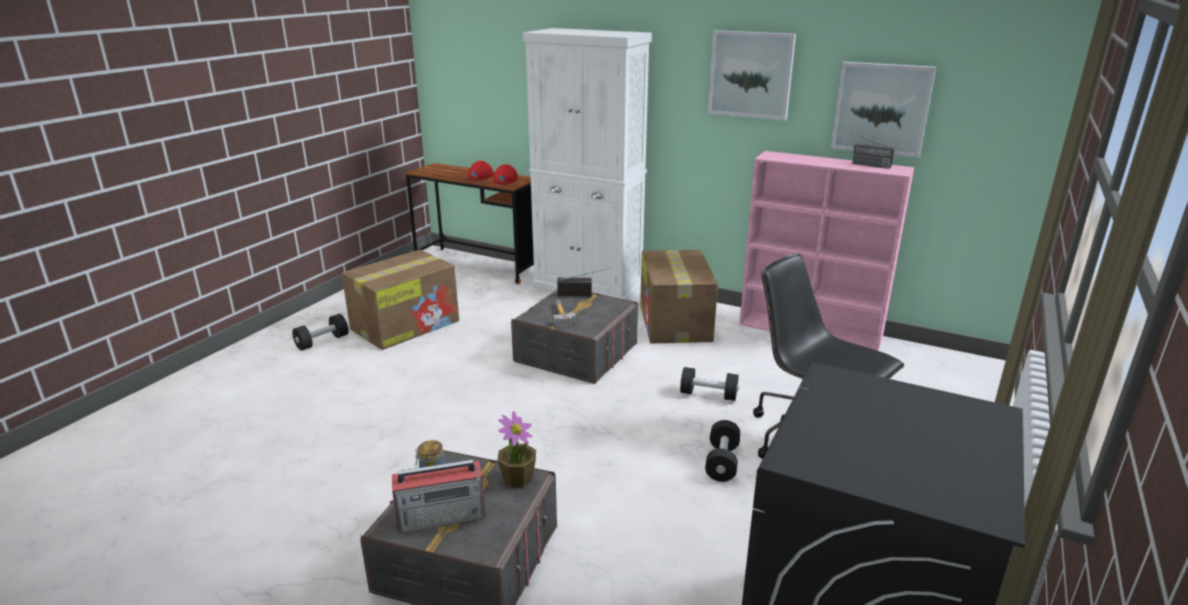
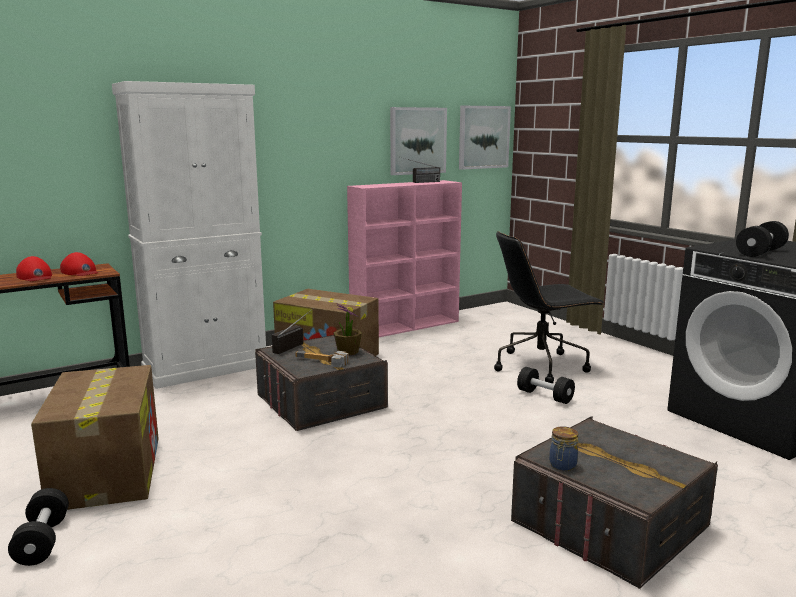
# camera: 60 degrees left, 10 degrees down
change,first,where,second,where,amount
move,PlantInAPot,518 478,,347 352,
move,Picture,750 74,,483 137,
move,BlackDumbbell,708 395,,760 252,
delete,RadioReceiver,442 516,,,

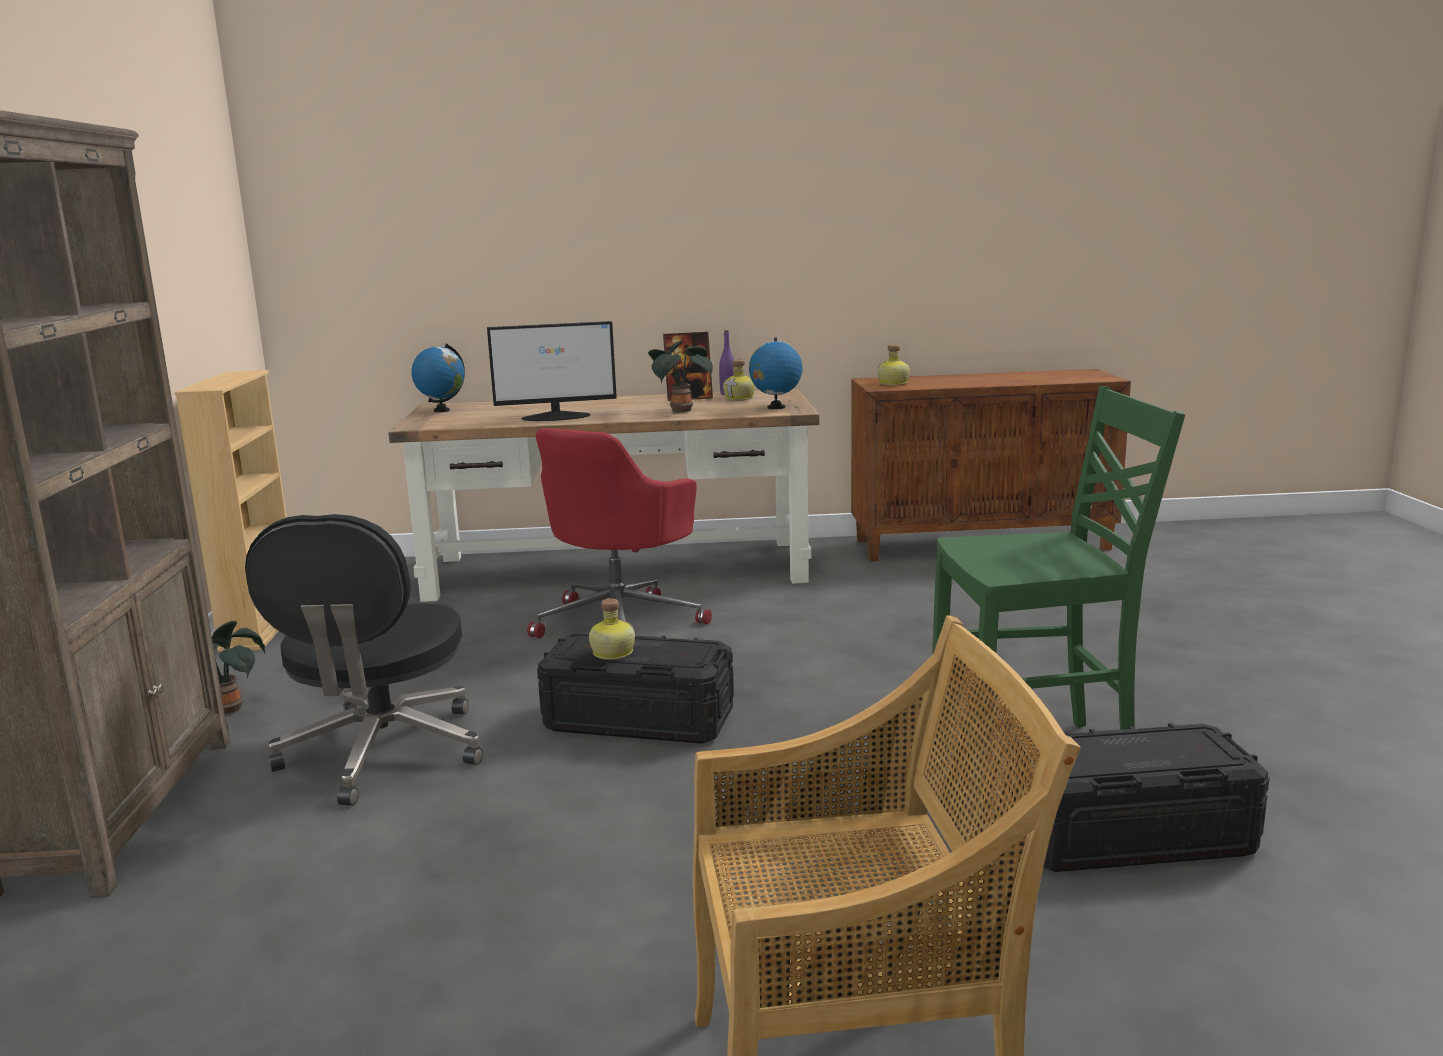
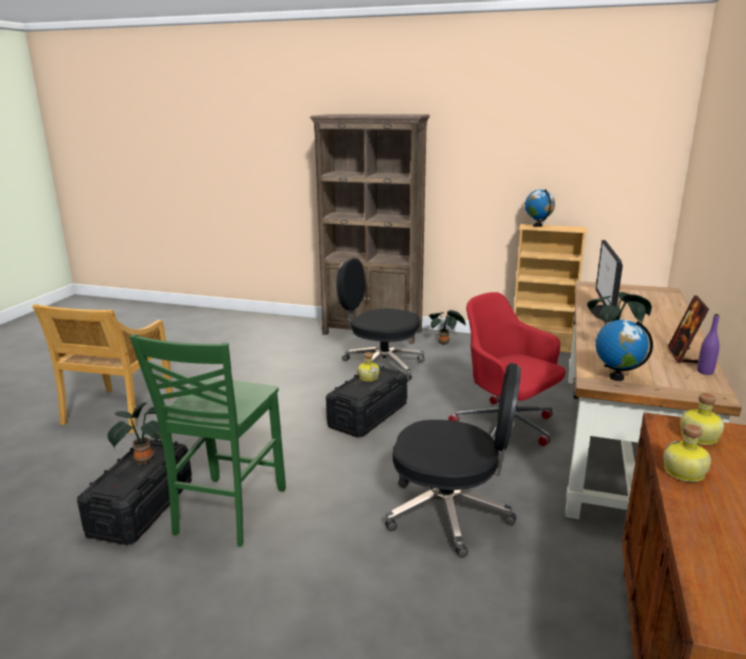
# camera: 110 degrees right, 5 degrees up
change,first,where,second,where,amount
insert,,,PlantInAPot,143 459,
insert,,,BlackOfficeChair,450 513,
move,Globe,441 410,,538 225,
move,BeverageBottle,740 398,,684 473,

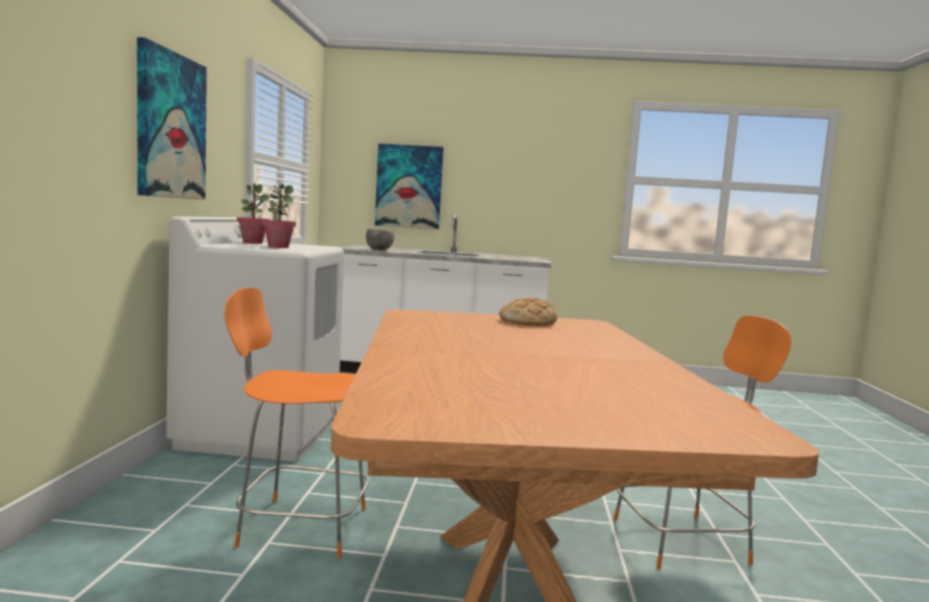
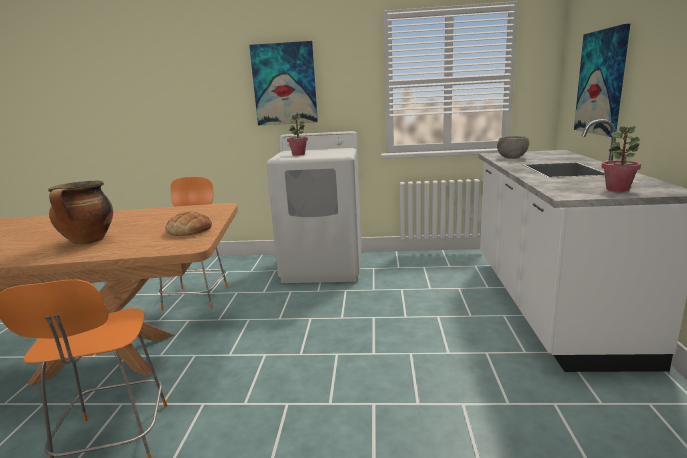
# camera: 90 degrees right, 10 degrees up
change,first,where,second,where,amount
insert,,,Saucepot,88 241,
move,PlantInAPot,252 243,,617 189,

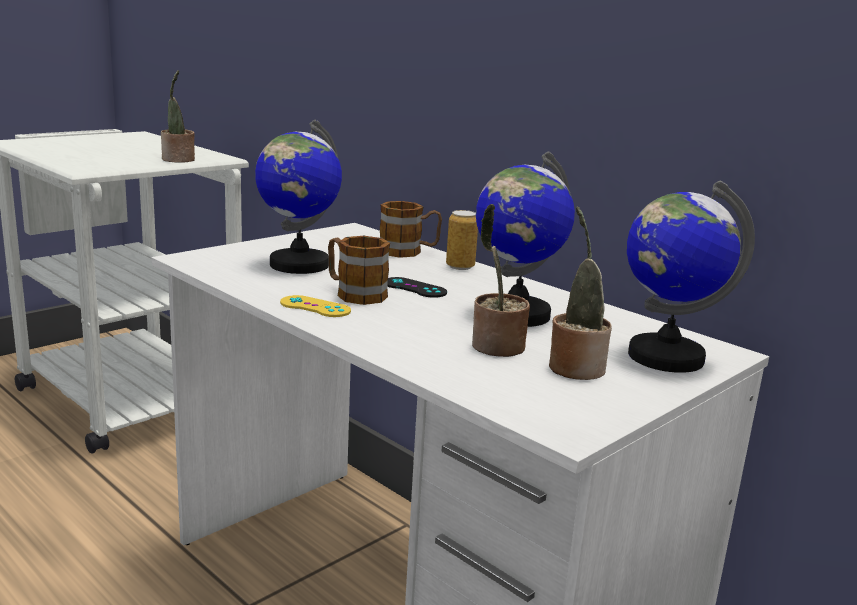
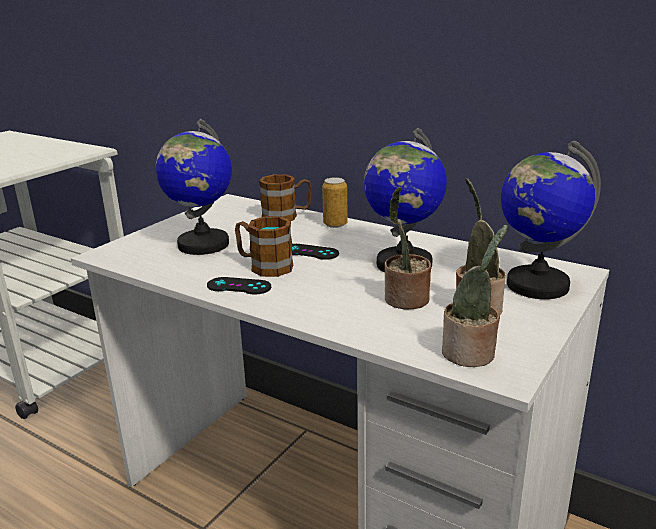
# camera: 10 degrees left, 5 degrees up
change,first,where,second,where,amount
recolor,YellowishGameController,315 307,BlackGameController,239 286,
move,PlantInAPot,178 160,,471 355,

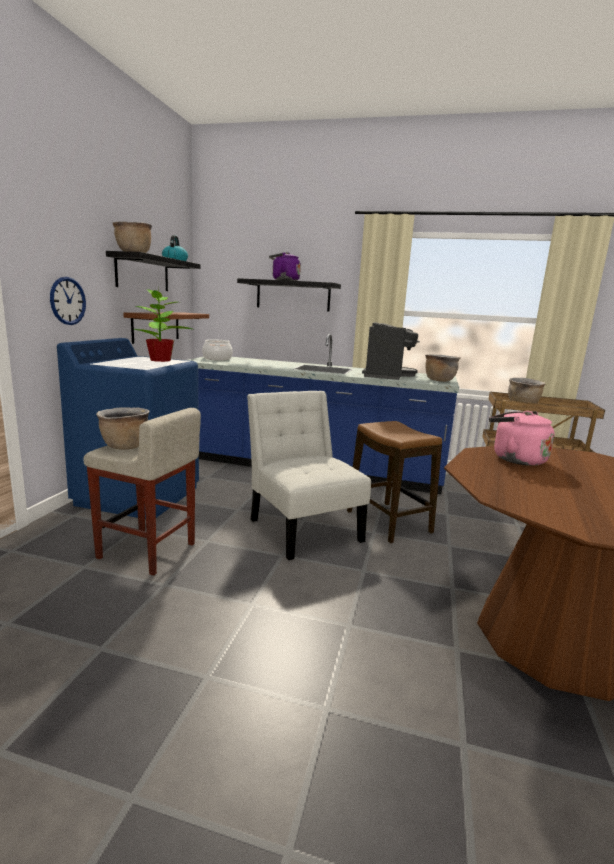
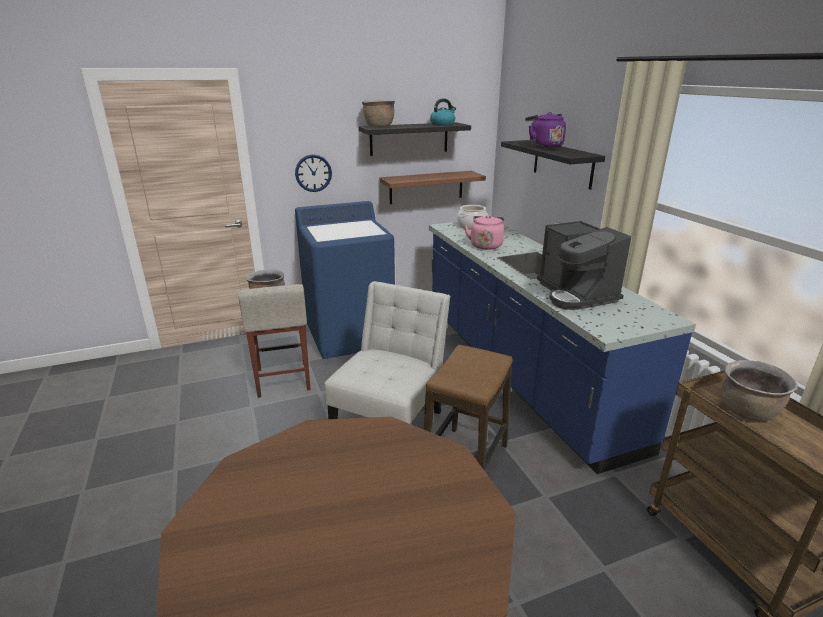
# camera: 55 degrees right, 10 degrees up
change,first,where,second,where,amount
move,PinkTeaKettle,515 459,,486 245,
rotate,CoffeeMaker,386 375,,576 294,90 degrees clockwise
delete,PlantInAPot,161 360,,,
delete,BrownSaucepot,439 380,,,

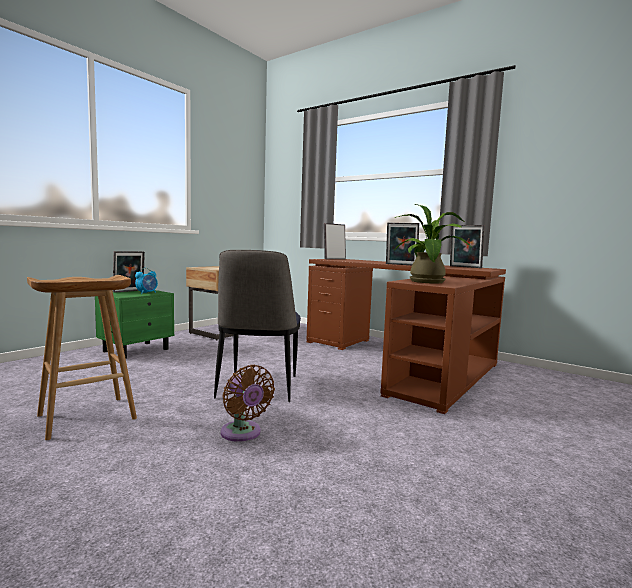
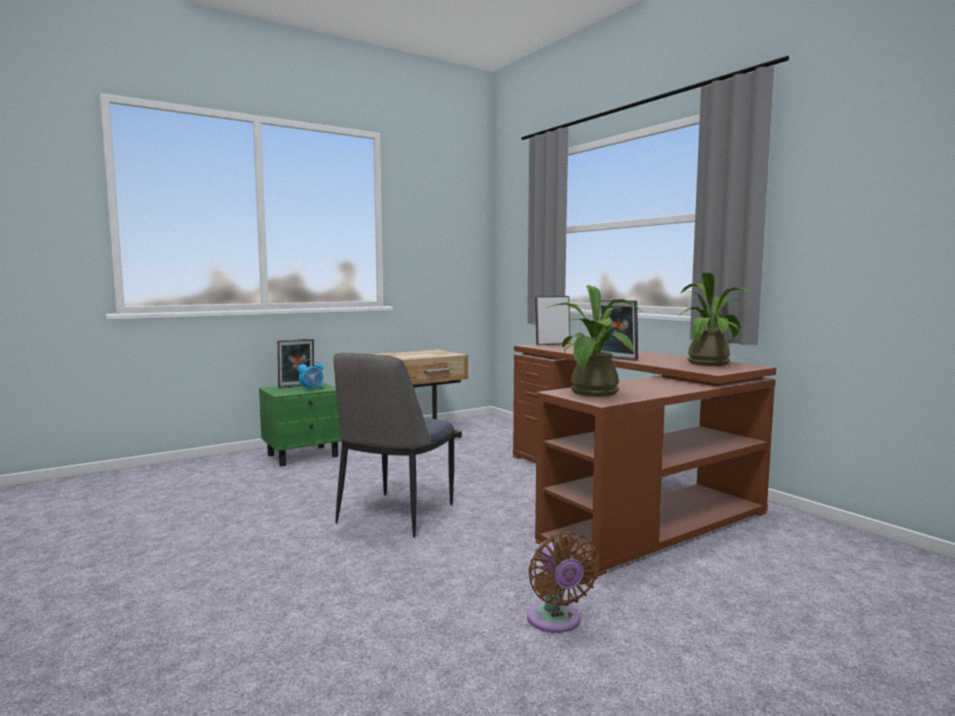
# camera: 20 degrees right, 0 degrees up
change,first,where,second,where,amount
move,BrownFan,242 434,,556 621,
replace,PictureFrame,464 267,PlantInAPot,711 363,
delete,BrownSittingStool,86 418,,,

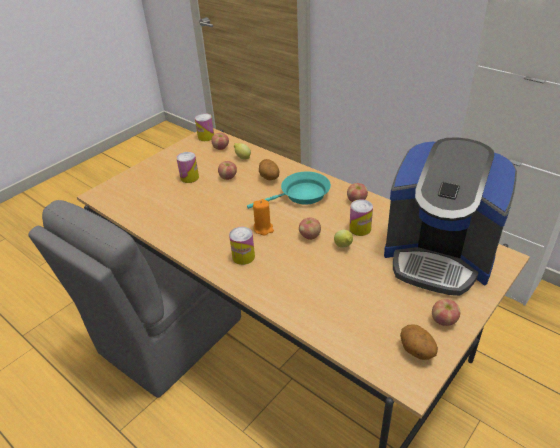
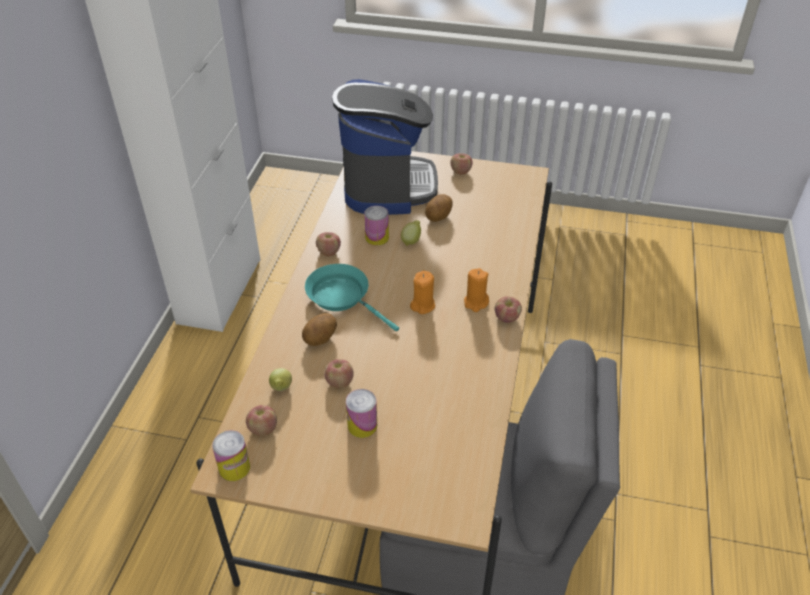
# camera: 120 degrees left, 5 degrees up
change,first,where,second,where,amount
move,Spud,416 351,,439 217,
replace,Can,243 257,OrangeWaxLight,476 302,
move,AppleFruit,310 236,,507 318,

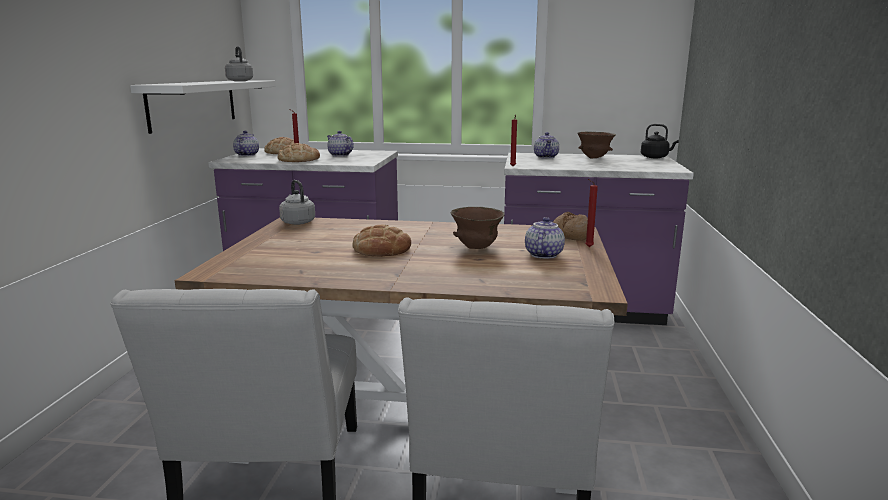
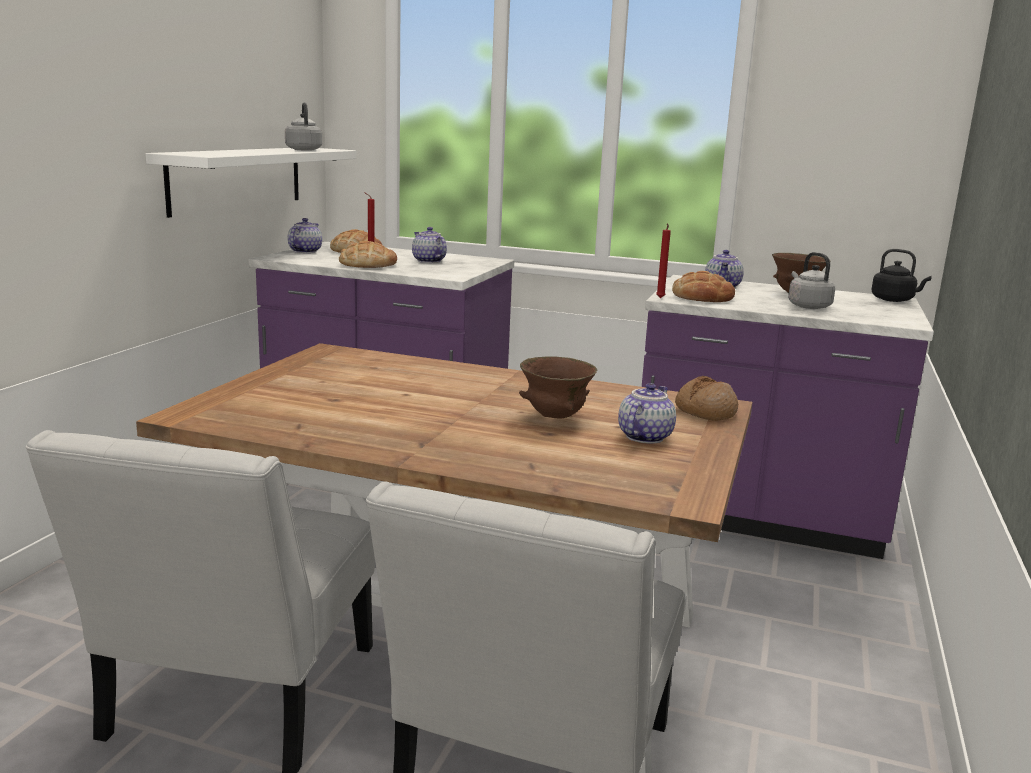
# camera: 10 degrees right, 0 degrees up
change,first,where,second,where,amount
move,BakedBread,381 249,,702 297,
move,GreyishTeaKettle,297 222,,807 306,
delete,RedWaxLight,587 247,,,

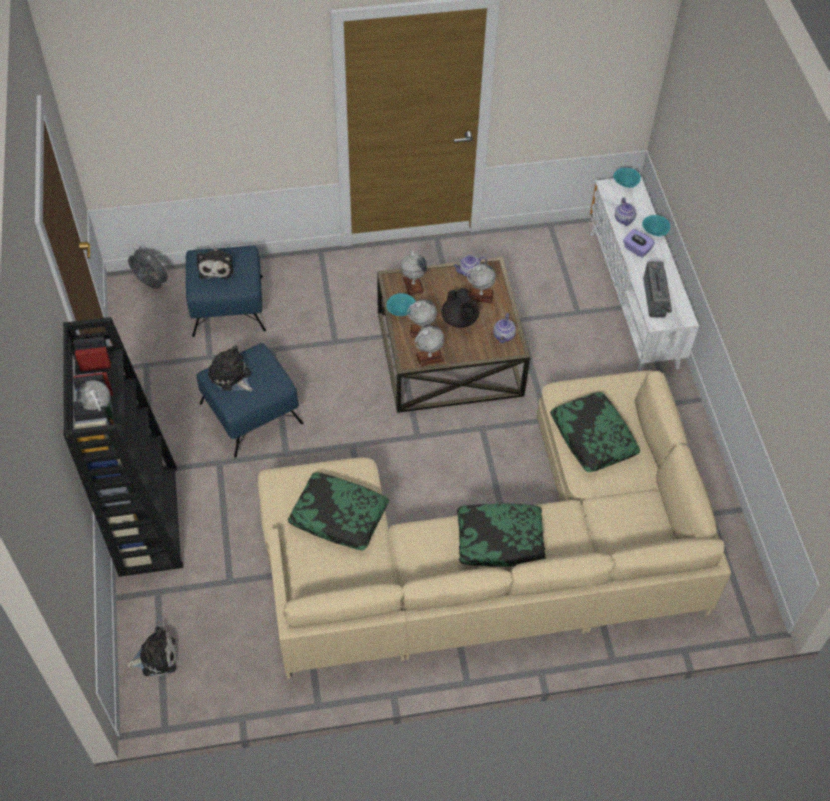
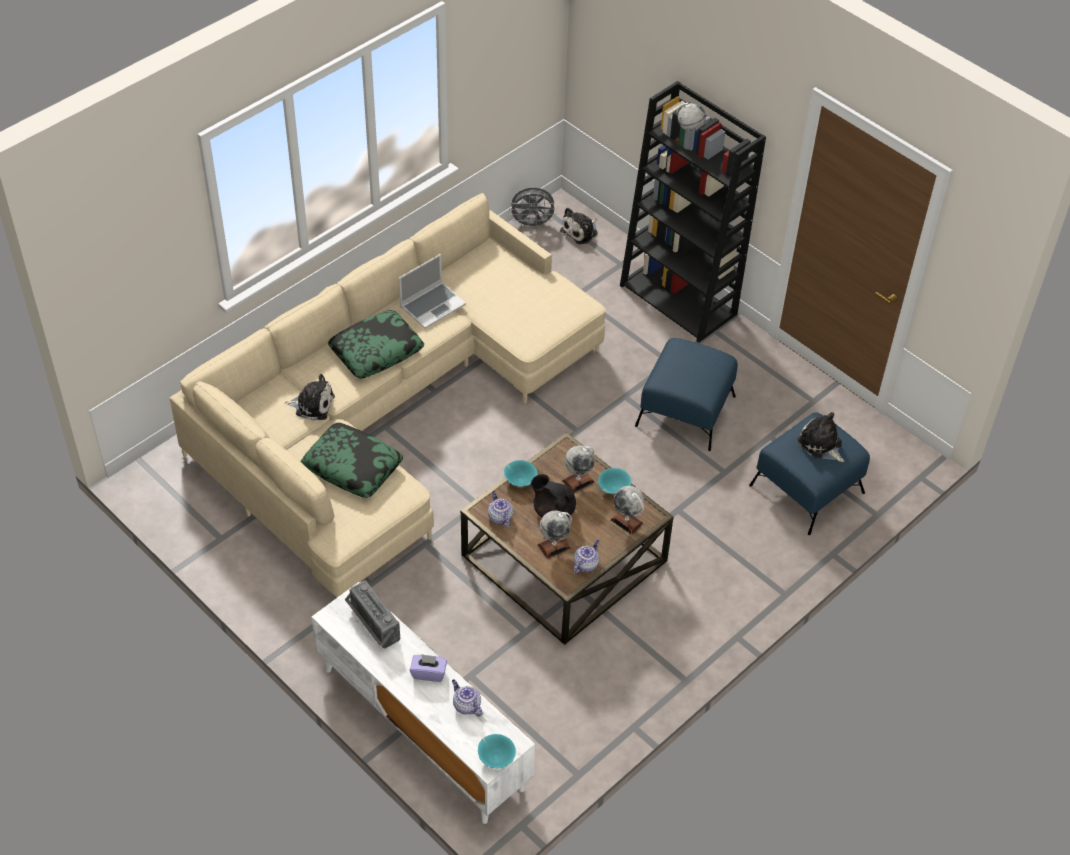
# camera: 145 degrees right, 5 degrees down
change,first,where,second,where,amount
move,CuddlyToy,231 377,,312 404,
insert,,,PortableComputer,432 305,
move,TurquoiseColouredDeepDish,654 233,,519 480,
move,GreyishFan,151 285,,532 224,
delete,ThrowPillow,338 516,,,
delete,Globe,429 357,,,

